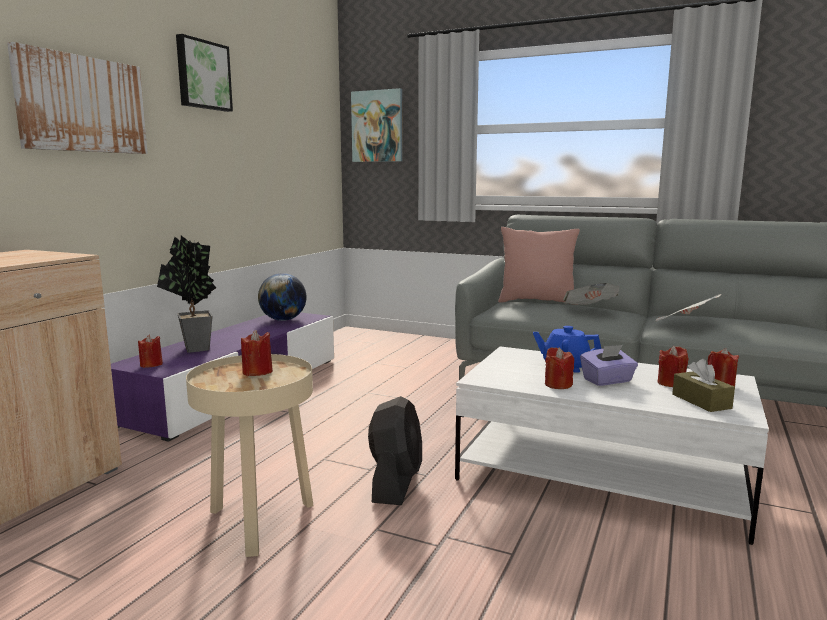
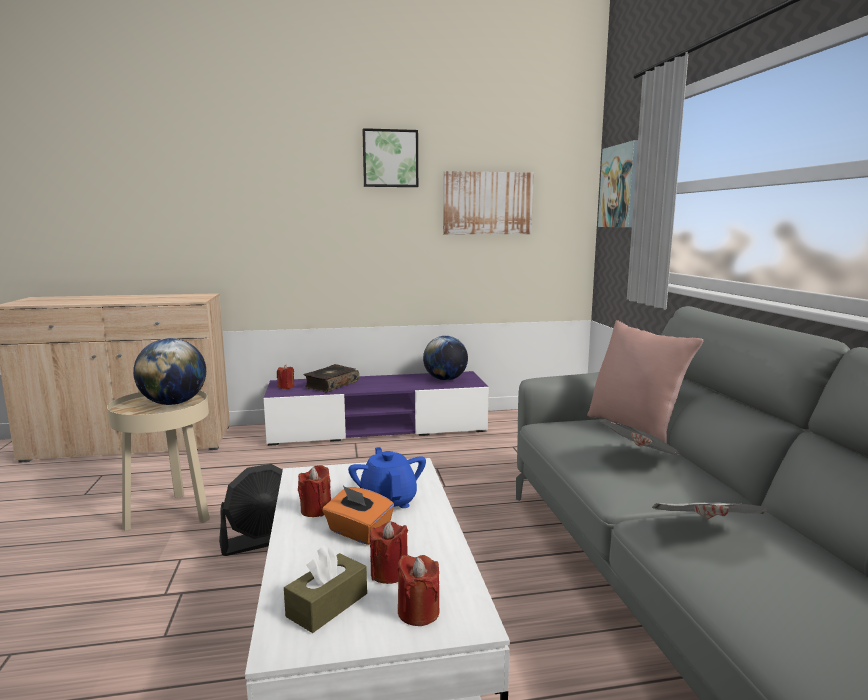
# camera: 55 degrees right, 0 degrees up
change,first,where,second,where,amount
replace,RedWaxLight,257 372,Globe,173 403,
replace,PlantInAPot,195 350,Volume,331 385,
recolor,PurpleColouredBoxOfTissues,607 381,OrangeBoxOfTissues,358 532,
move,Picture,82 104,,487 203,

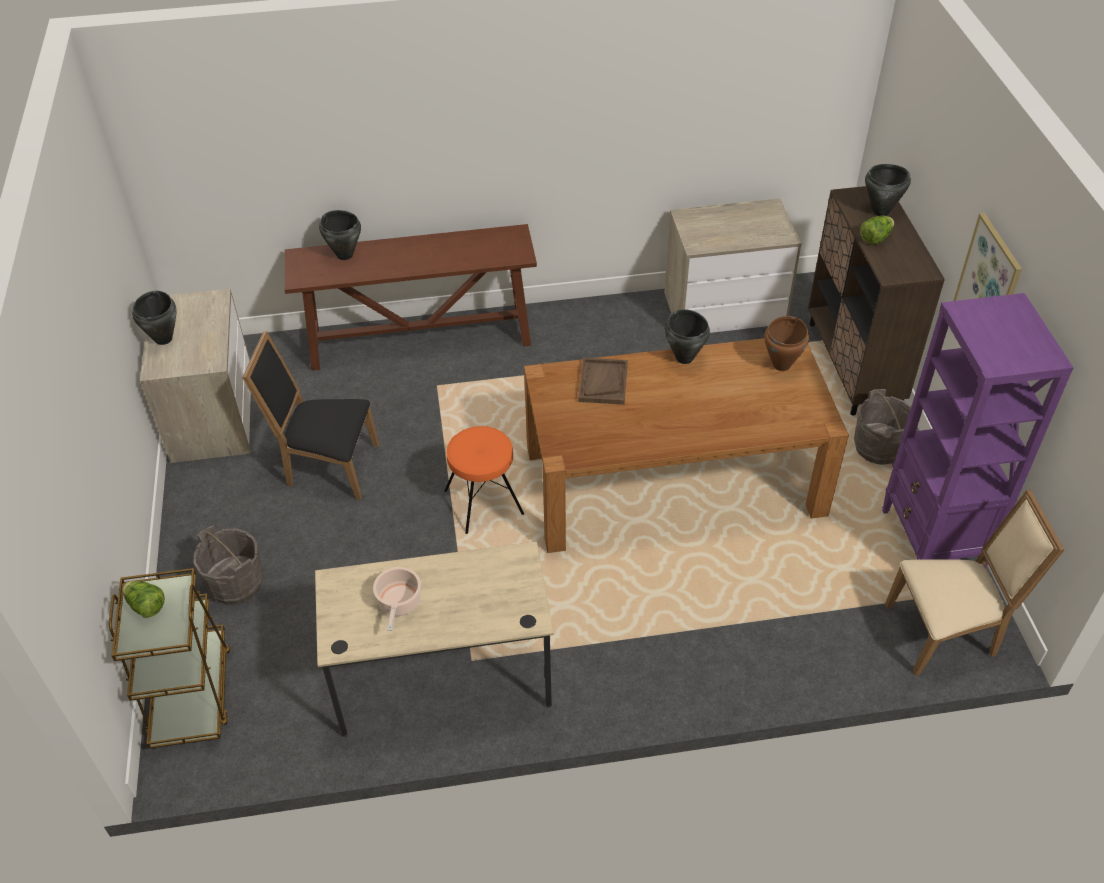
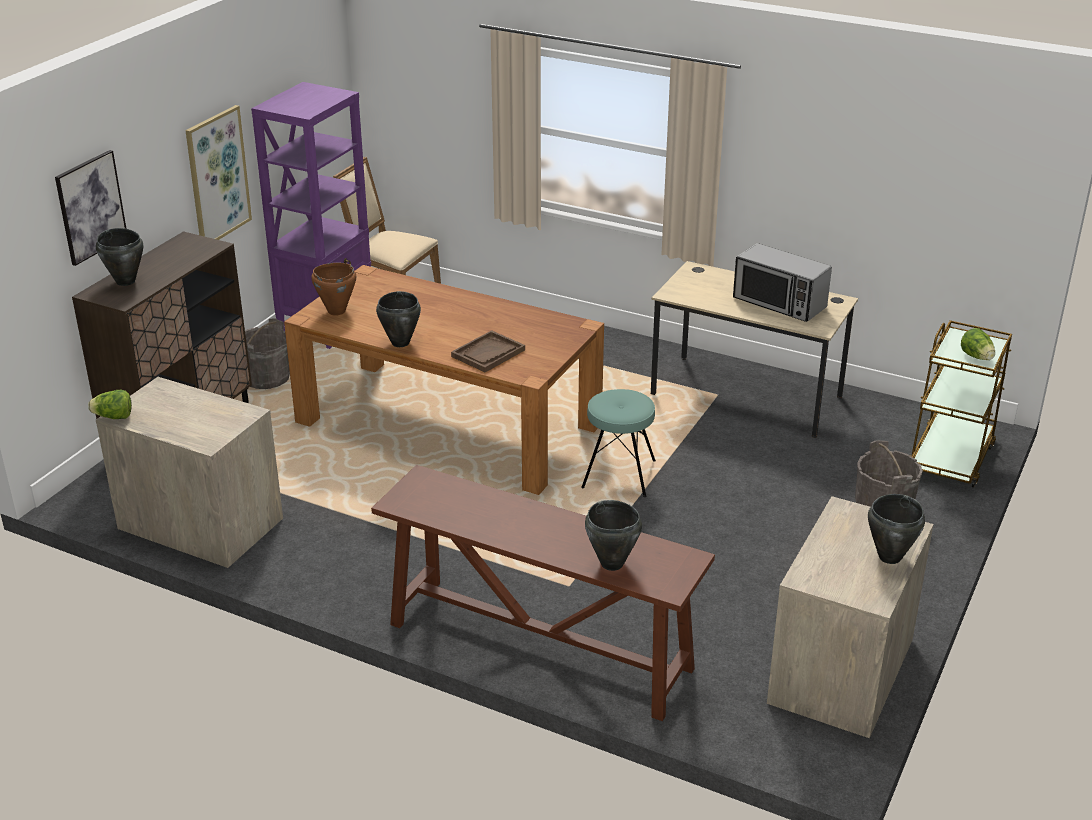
# camera: 145 degrees left, 15 degrees down
change,first,where,second,where,amount
insert,,,Picture,90 207,
move,LettuceHead,875 238,,114 417,
recolor,OrangeSittingStool,484 502,TurquoiseColouredSittingStool,618 475,
replace,Saucepot,399 604,KitchenMicrowave,779 303,
delete,BlackUprightChair,327 466,,,

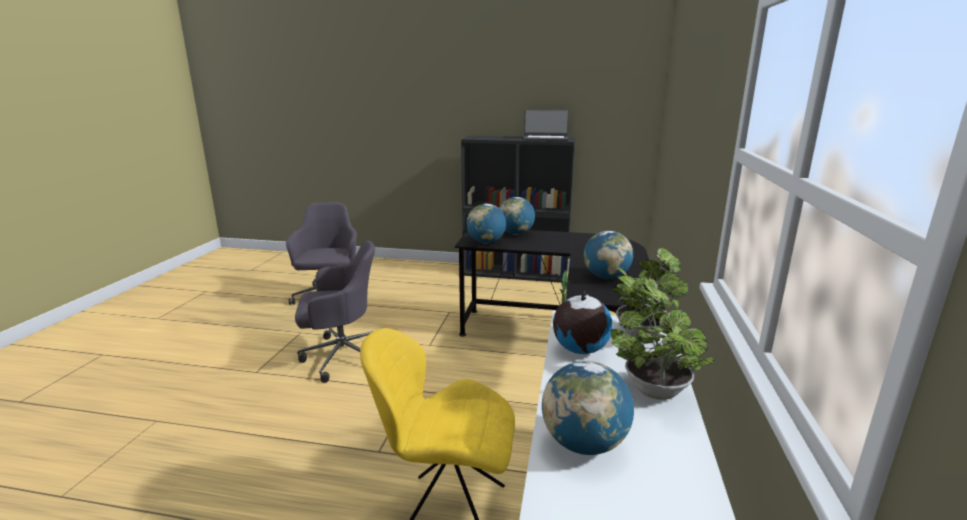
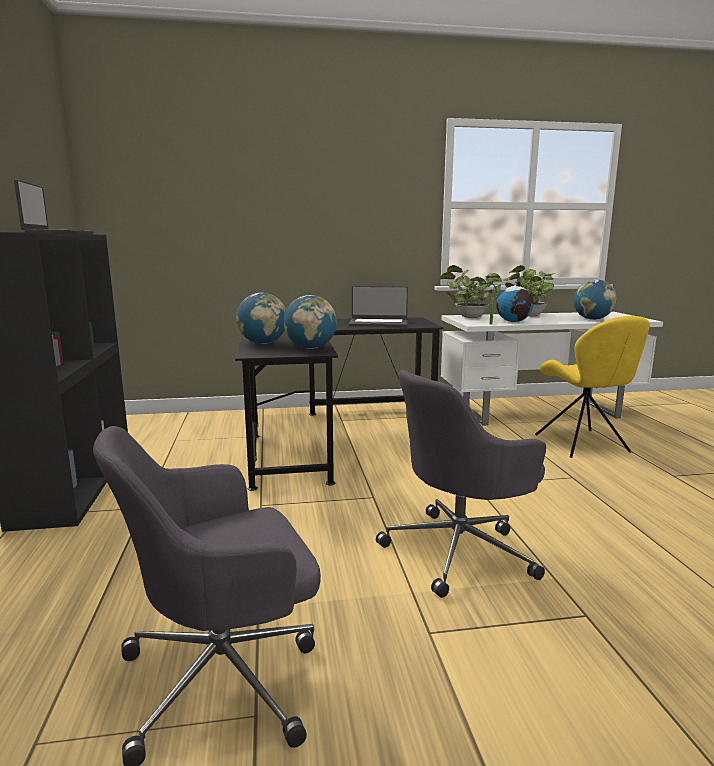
# camera: 110 degrees left, 5 degrees down
change,first,where,second,where,amount
replace,Globe,606 277,PortableComputer,378 323,
rotate,GreyishOfficeChair,342 356,,460 550,90 degrees counterclockwise

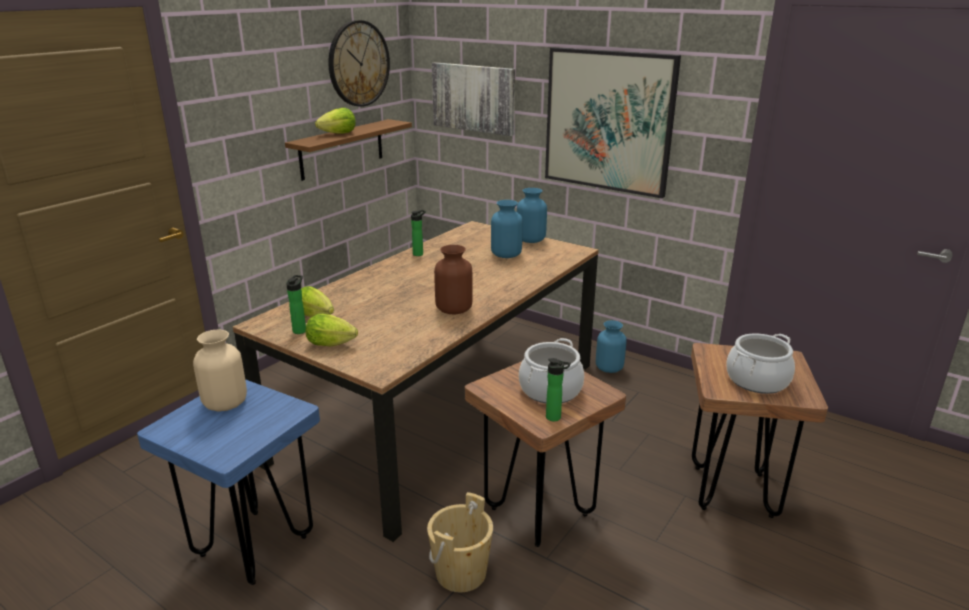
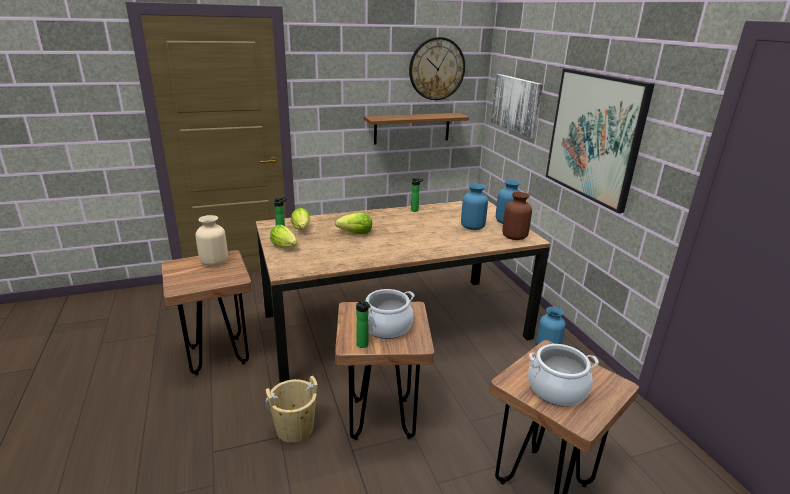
# camera: 35 degrees right, 0 degrees up
change,first,where,second,where,amount
recolor,BlueSittingStool,253 546,BrownSittingStool,217 355,
move,LettuceHead,338 134,,356 233,
move,BrownDecorativeVase,454 309,,514 237,

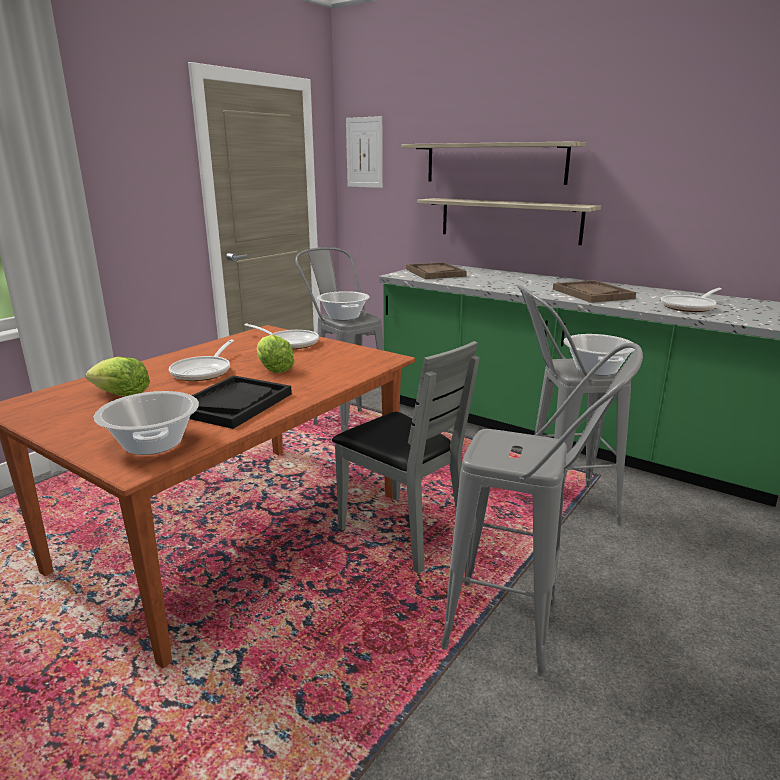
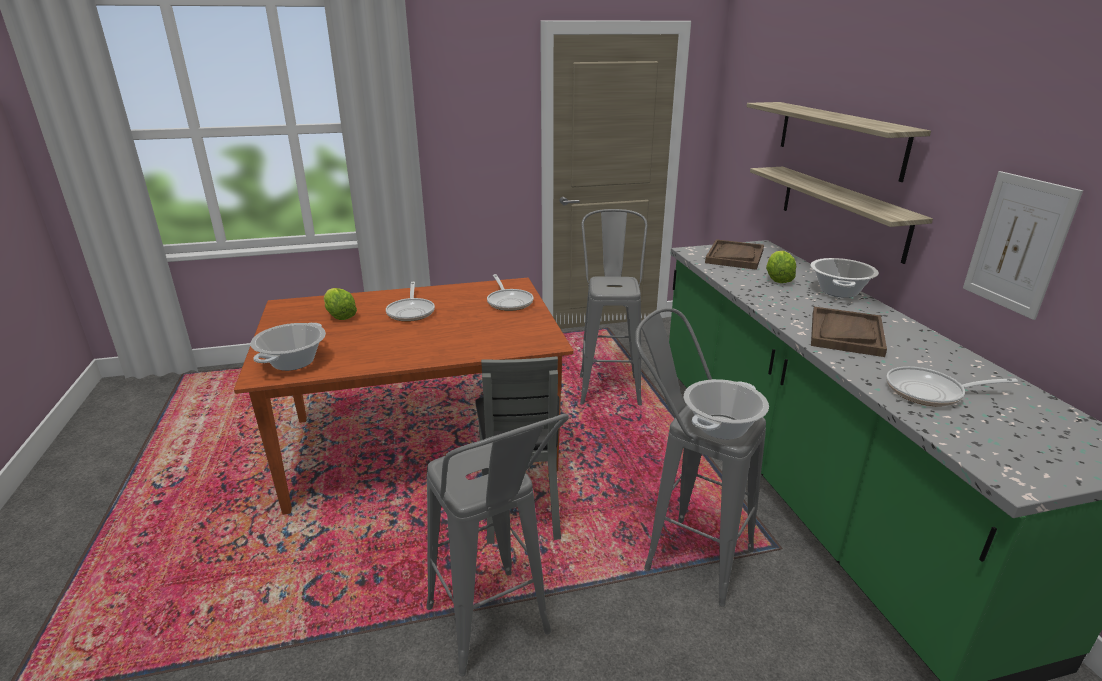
# camera: 40 degrees right, 5 degrees up
change,first,where,second,where,amount
rotate,Pan,204 371,,411 311,60 degrees counterclockwise
move,LettuceHead,274 369,,777 279,
move,Saucepot,343 317,,838 291,
move,Picture,364 152,,1018 244,
delete,BlackCarryingTray,233 404,,,

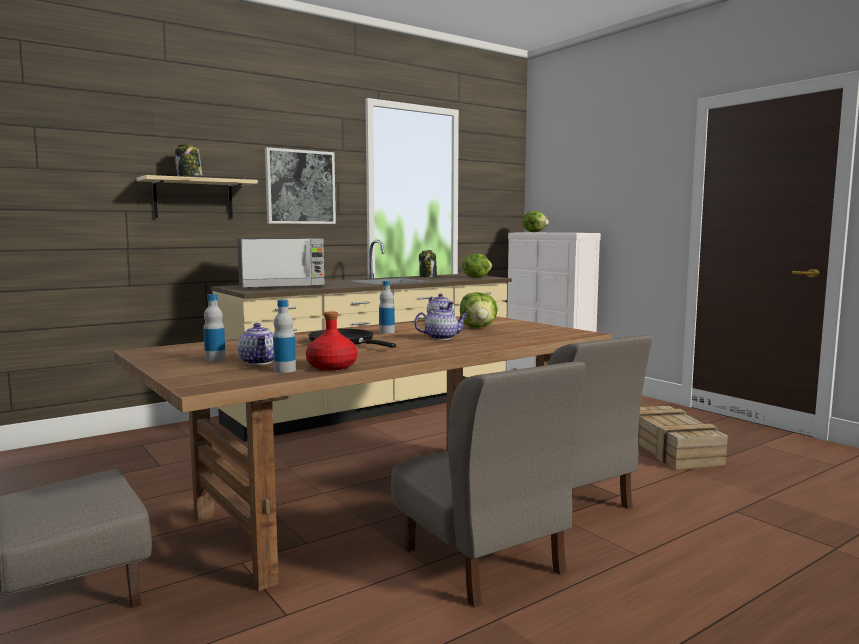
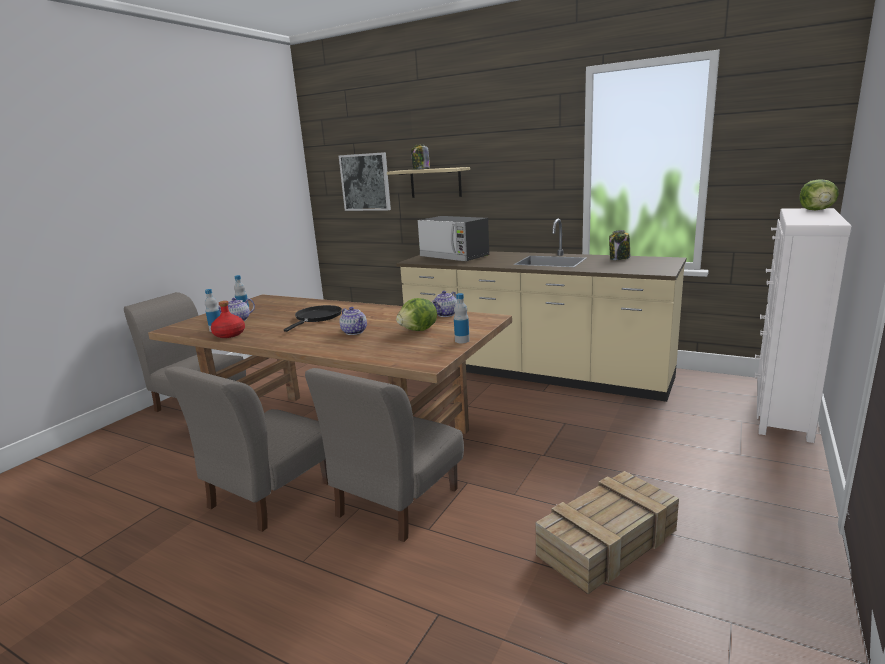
# camera: 65 degrees right, 10 degrees up
change,first,where,second,where,amount
move,Picture,300 187,,365 182,
move,BeverageBottle,386 332,,462 340,
delete,LettuceHead,476 277,,,

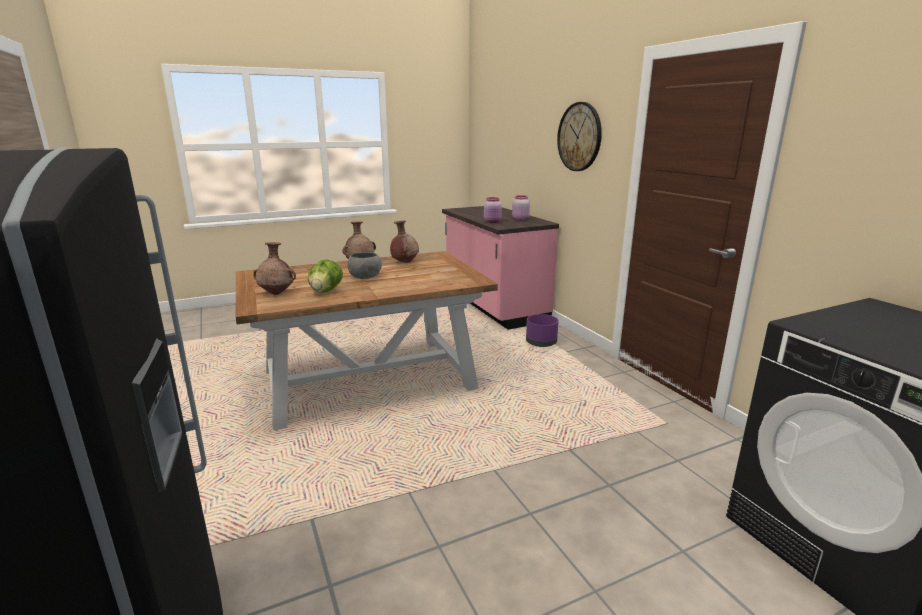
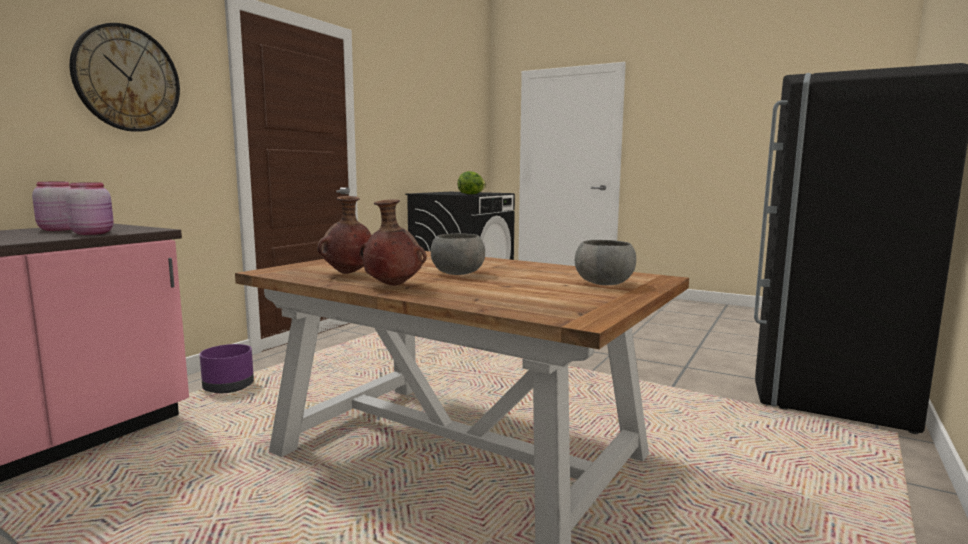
# camera: 125 degrees left, 10 degrees down
change,first,where,second,where,amount
move,LettuceHead,325 291,,471 194,
replace,BrownDecorativeVase,277 293,GreyishDeepDish,603 283,

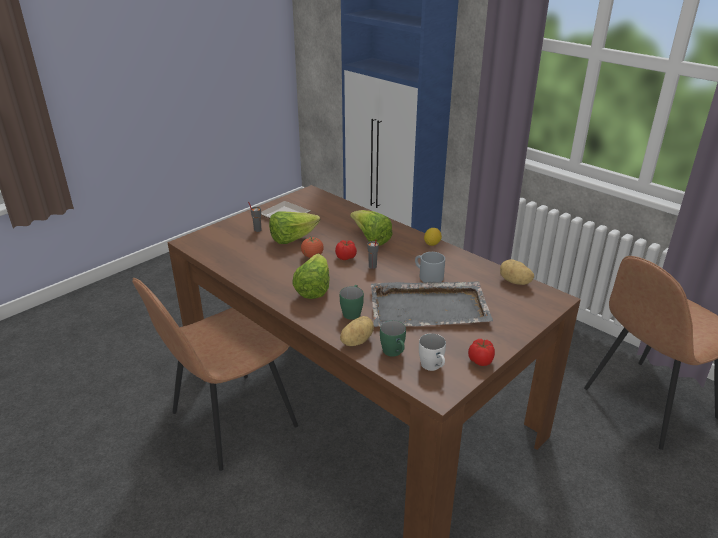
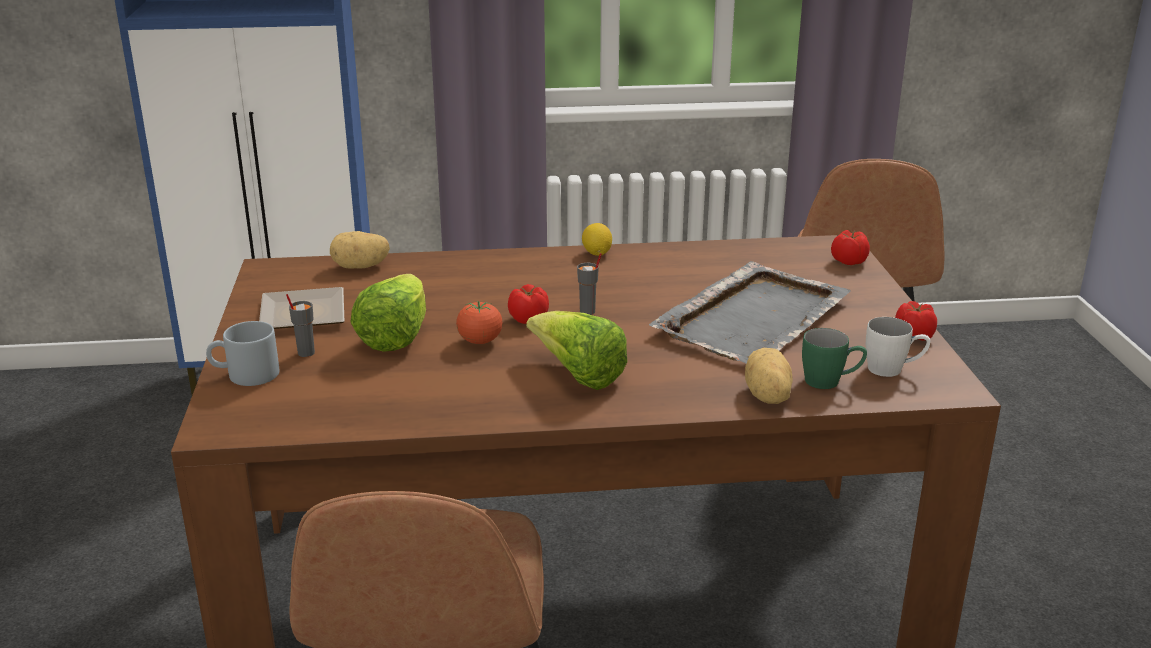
# camera: 50 degrees left, 5 degrees down
change,first,where,second,where,amount
move,GreyishTeaMug,427 276,,245 375,
move,Spud,514 282,,360 267,
insert,,,FreshTomato,848 261,
delete,GreenColouredTeaMug,352 311,,,
delete,LettuceHead,371 239,,,

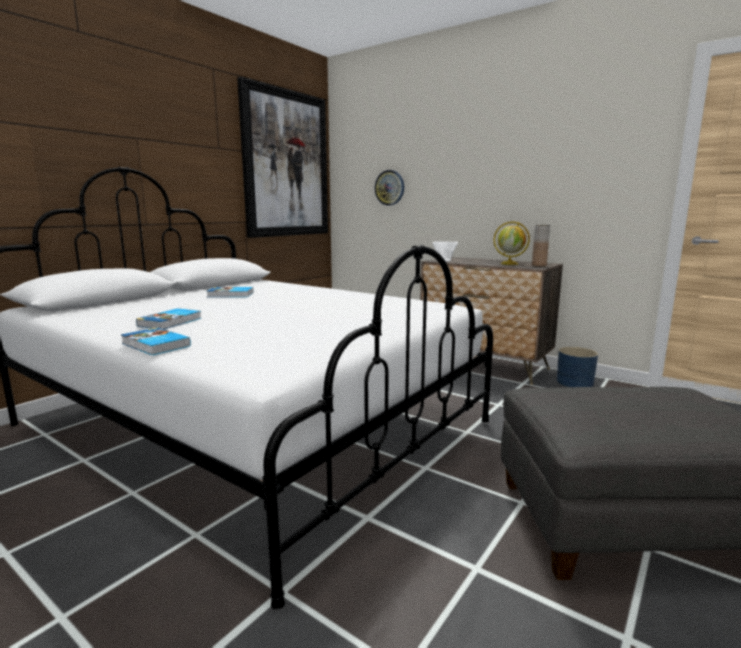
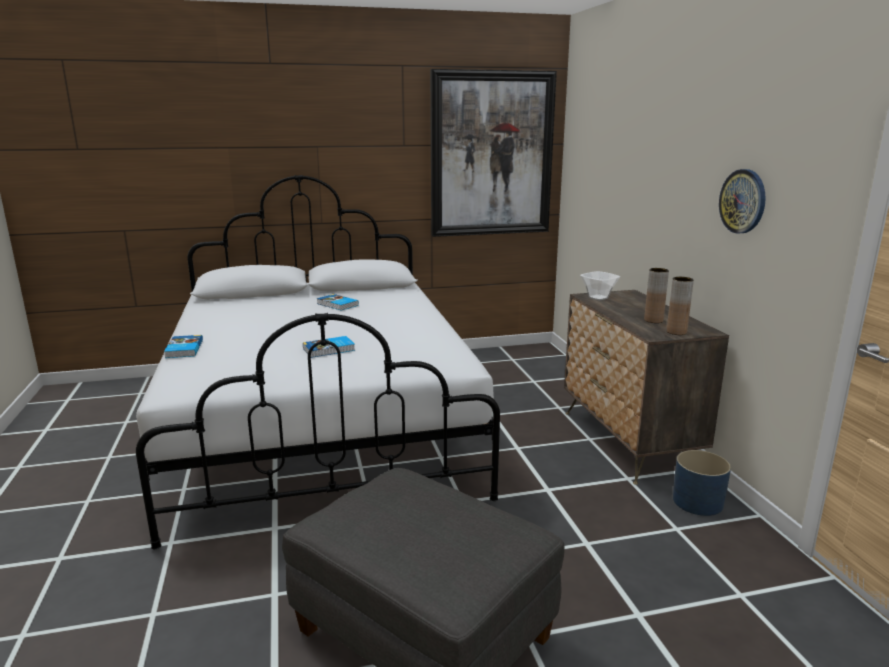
# camera: 40 degrees right, 5 degrees up
change,first,where,second,where,amount
move,Volume,171 322,,329 349,
replace,Globe,510 264,BrownDecorativeVase,653 320,
move,WallClock,389 187,,743 201,

